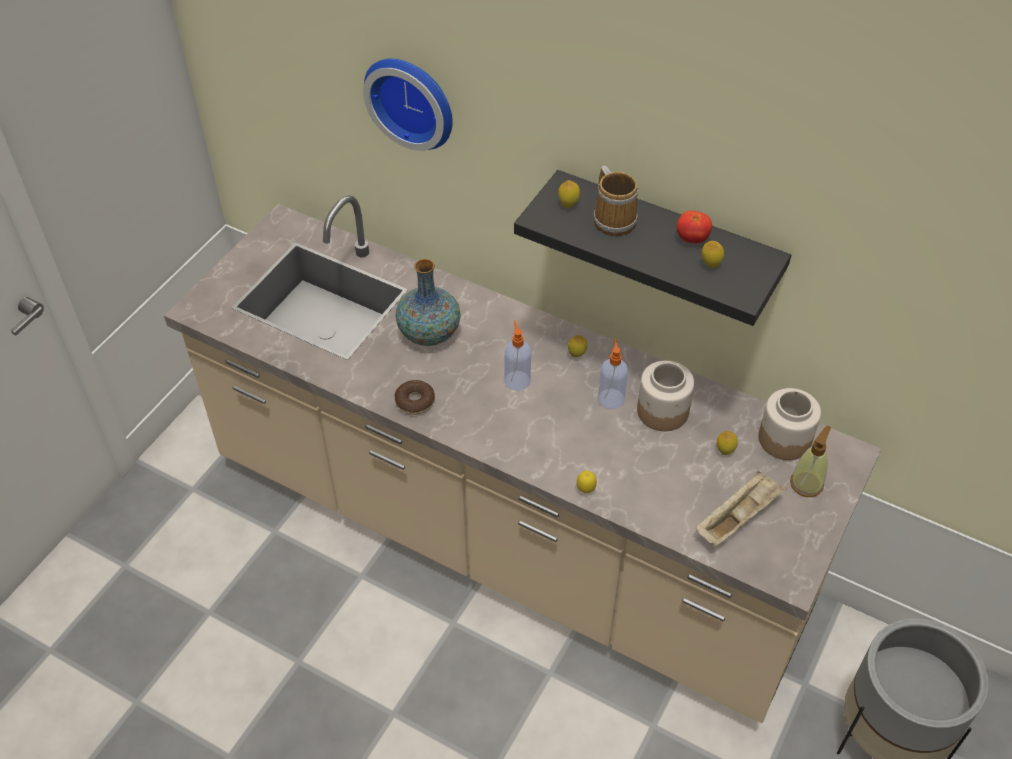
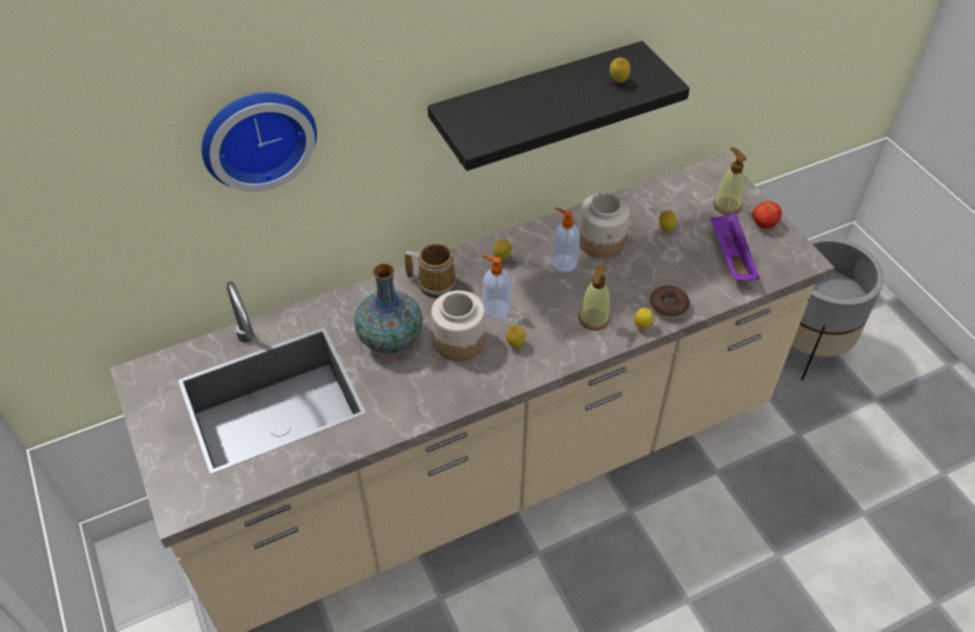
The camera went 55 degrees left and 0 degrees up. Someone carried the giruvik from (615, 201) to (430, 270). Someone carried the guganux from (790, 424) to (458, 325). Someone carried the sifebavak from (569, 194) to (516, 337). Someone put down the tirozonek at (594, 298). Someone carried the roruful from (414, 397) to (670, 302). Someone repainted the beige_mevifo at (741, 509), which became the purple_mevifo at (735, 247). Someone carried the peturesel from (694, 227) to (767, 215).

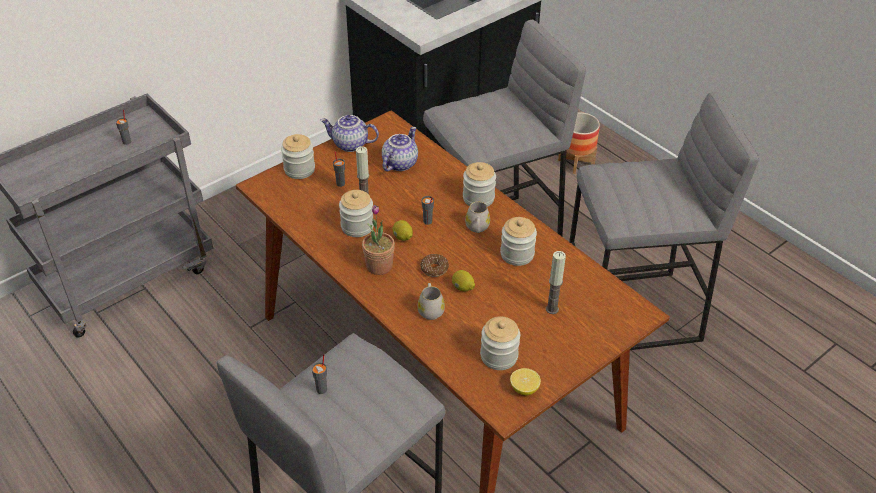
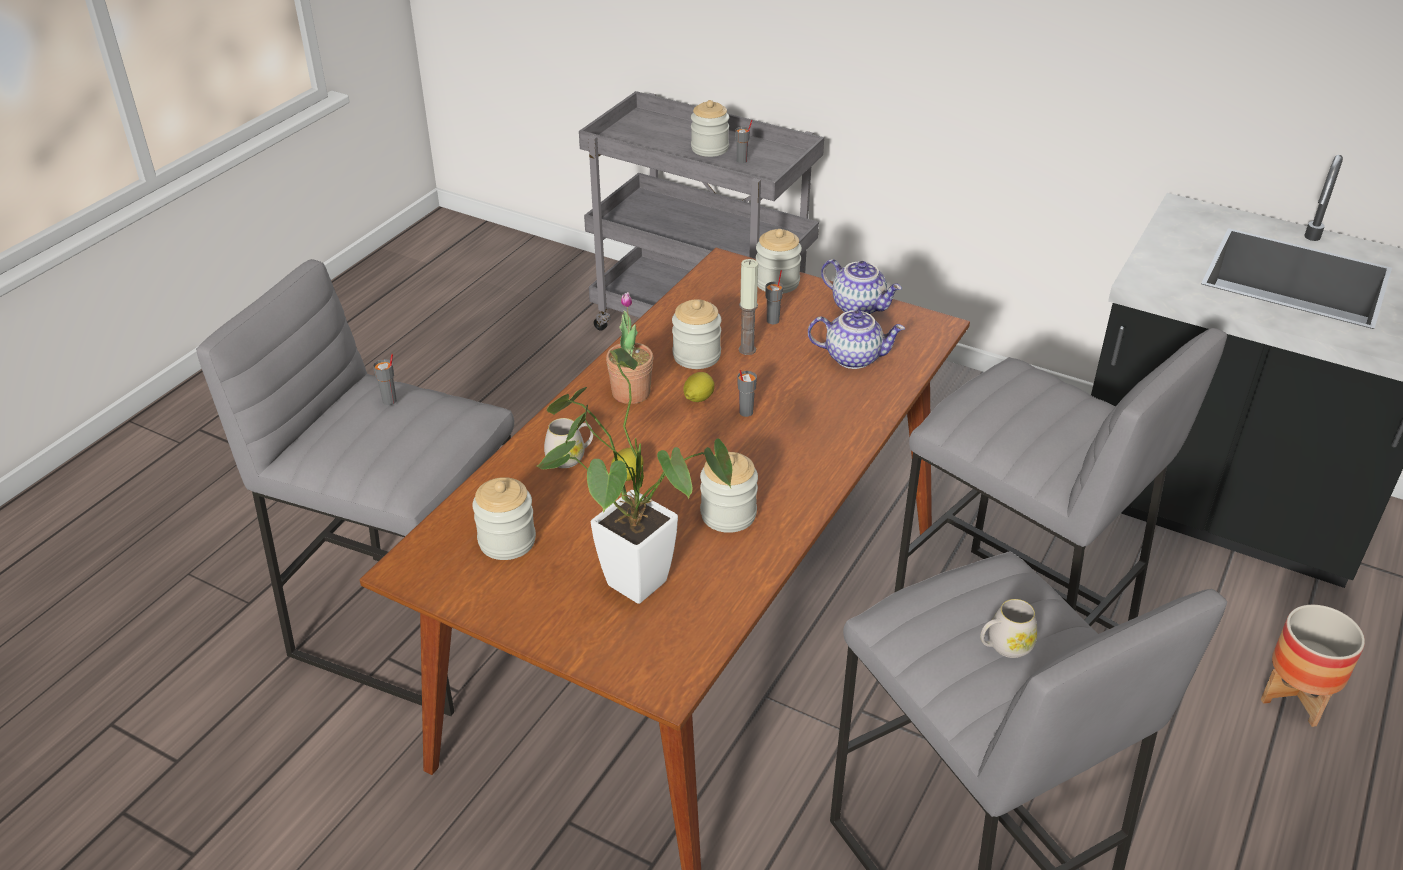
The camera went 70 degrees right and 5 degrees down. Someone swapped the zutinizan at (556, 282) for the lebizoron at (634, 476). Someone carried the guganux from (479, 184) to (710, 128). Someone rotated the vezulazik at (349, 133) by 135 degrees clockwise. Someone carried the white_giruvik from (477, 217) to (1009, 628). Someone took away the roruful at (434, 265). Someone took away the sifebavak at (525, 382).

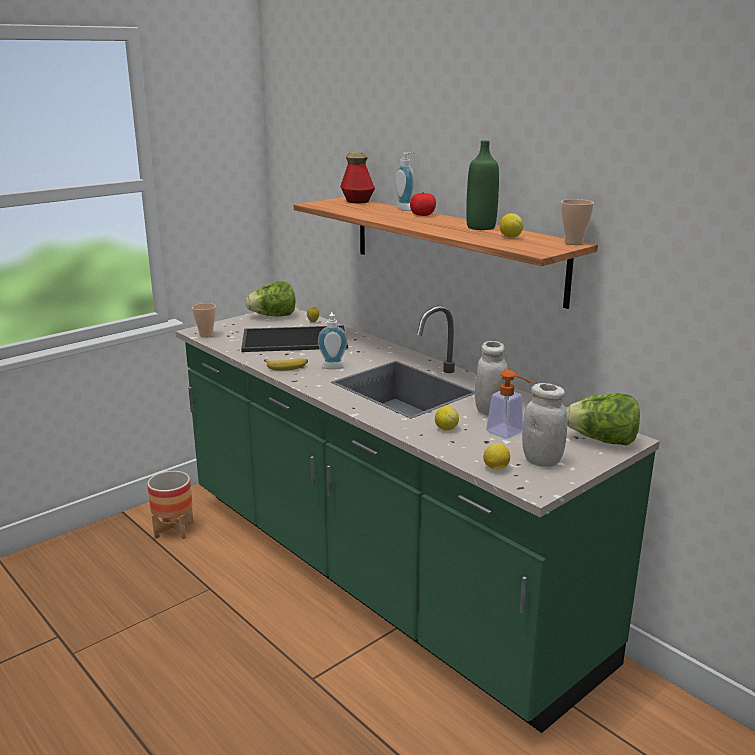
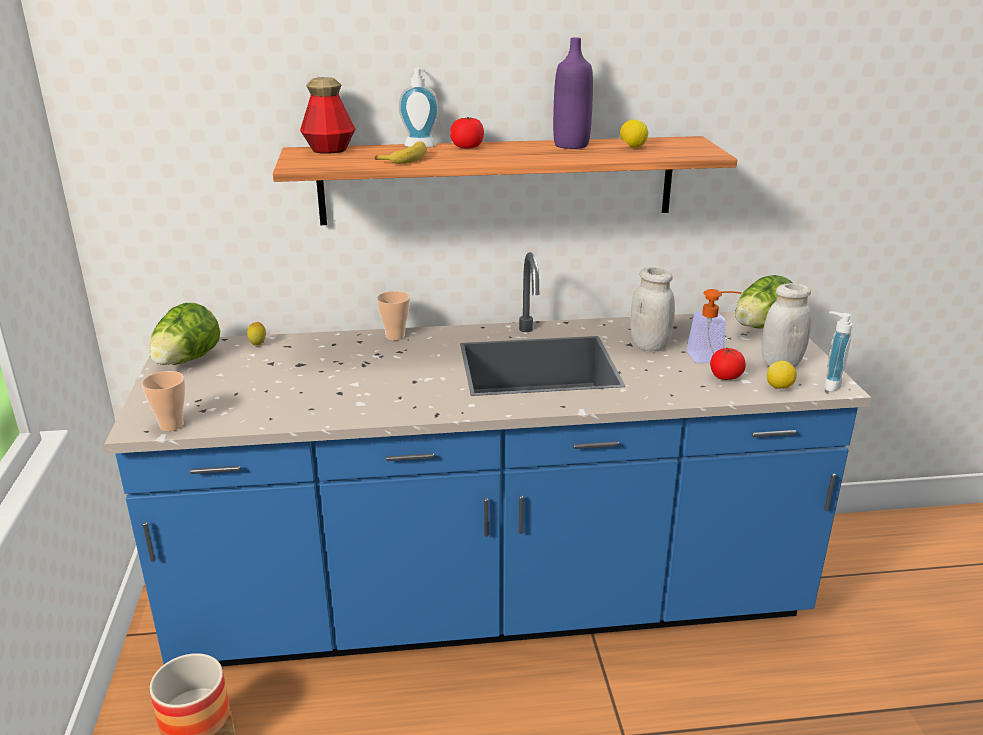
The camera went 55 degrees left and 5 degrees up. Someone repainted the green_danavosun at (417, 519), which became the blue_danavosun at (487, 459). Someone carried the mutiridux from (286, 364) to (400, 153). Someone carried the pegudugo from (577, 222) to (393, 315). Someone repainted the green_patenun at (482, 185), which became the purple_patenun at (573, 93). Someone put down the peturesel at (728, 363). Someone carried the tirozonek from (332, 340) to (838, 351). Someone took away the mevifo at (294, 338). Someone took away the sifebavak at (447, 418).

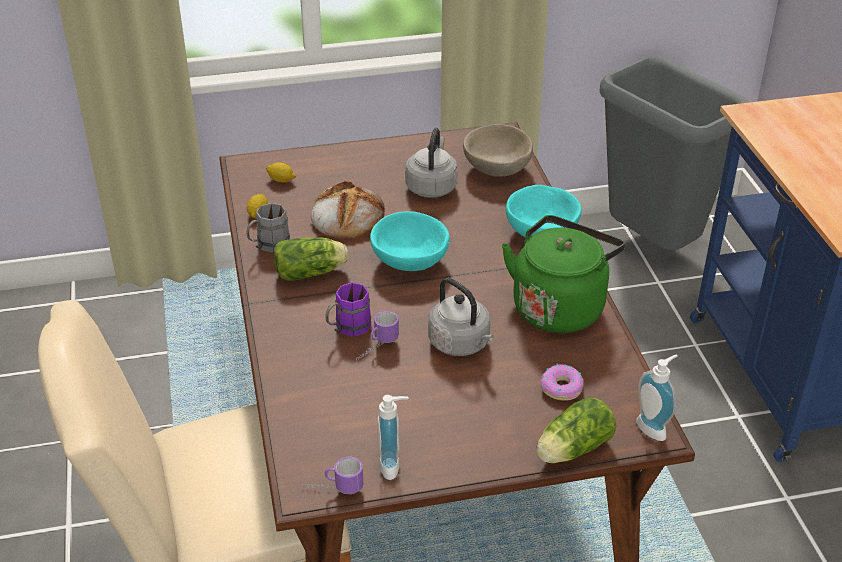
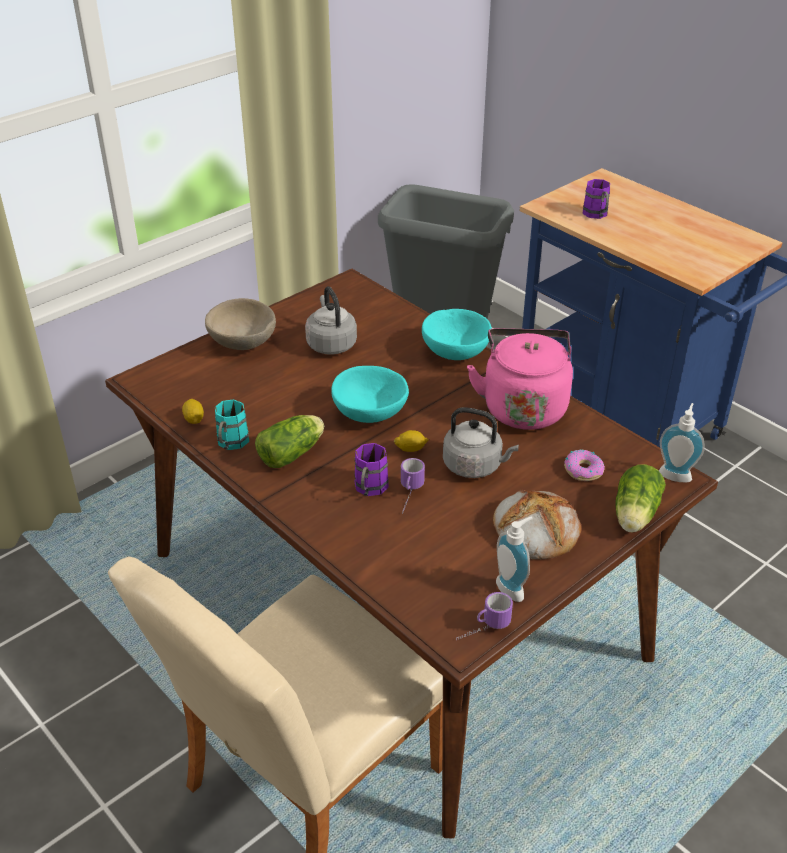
The camera went 30 degrees left and 0 degrees up. Someone carried the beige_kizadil from (498, 150) to (240, 324). Someone repainted the grey_giruvik at (268, 227), which became the turquoise_giruvik at (232, 424). Someone carried the sifebavak from (281, 172) to (411, 441). Someone repainted the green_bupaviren at (563, 274), which became the pink_bupaviren at (520, 379). Someone carried the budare from (348, 210) to (537, 524). Someone put down the purple_giruvik at (596, 199).

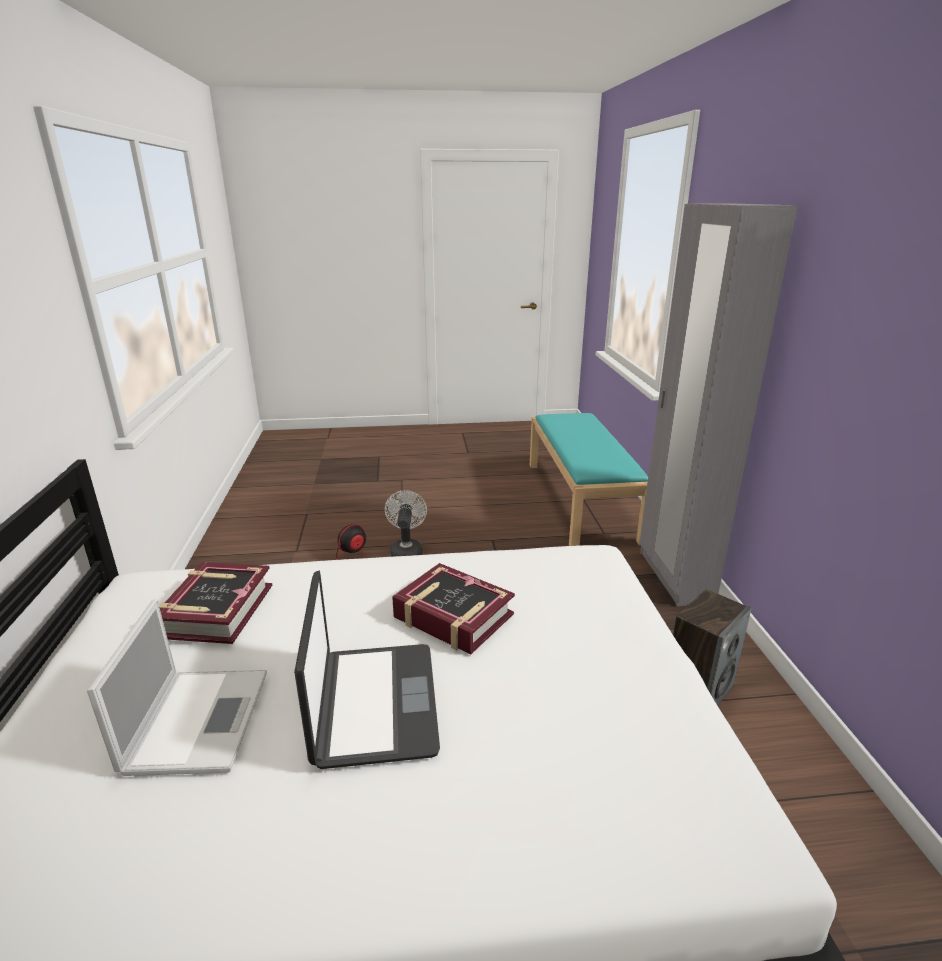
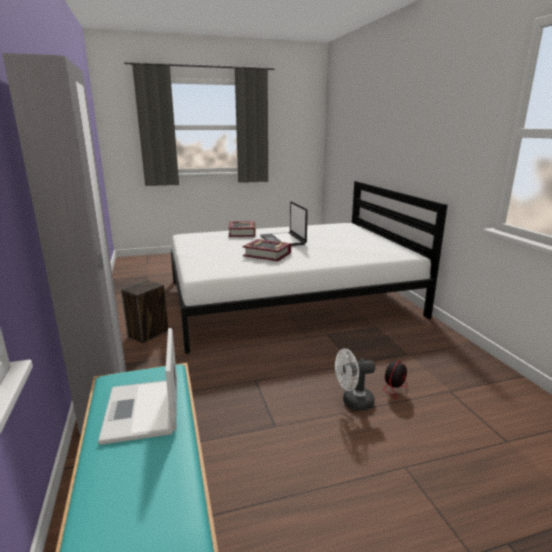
The camera went 170 degrees right and 5 degrees down. Someone carried the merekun from (177, 687) to (137, 386). Someone carried the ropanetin from (215, 603) to (242, 229). Someone rotated the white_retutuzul at (406, 523) by 90 degrees clockwise.

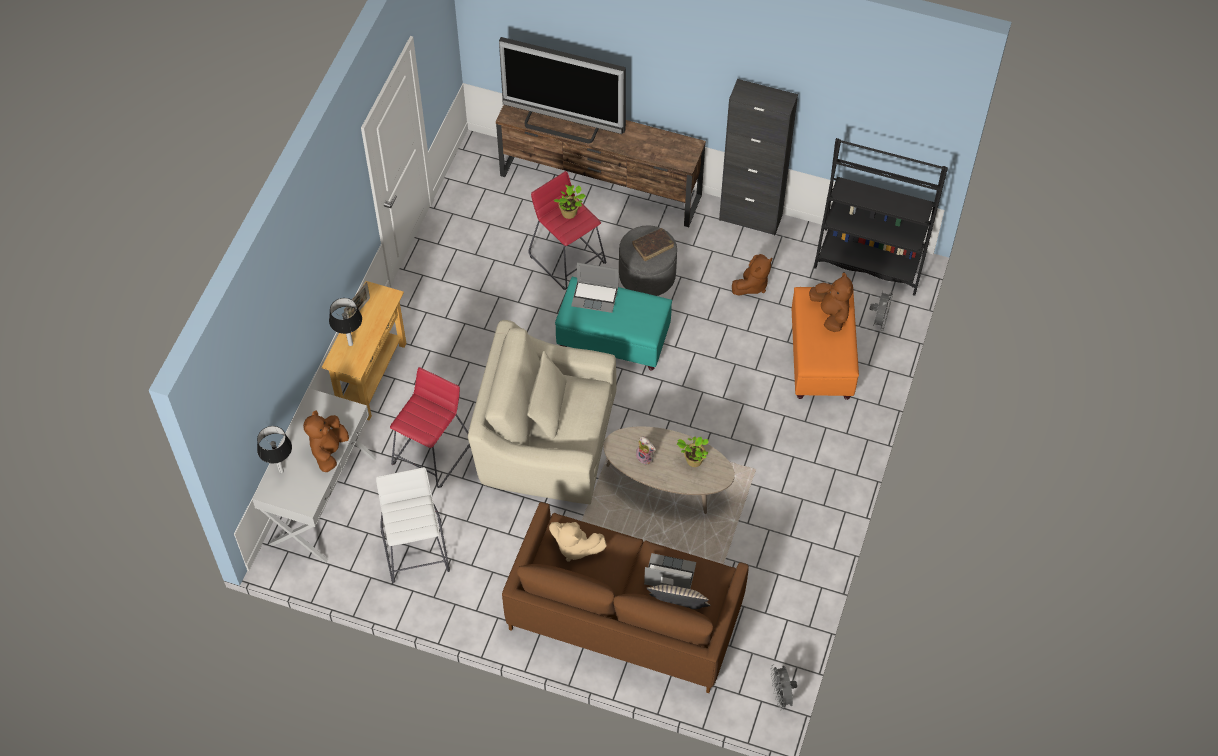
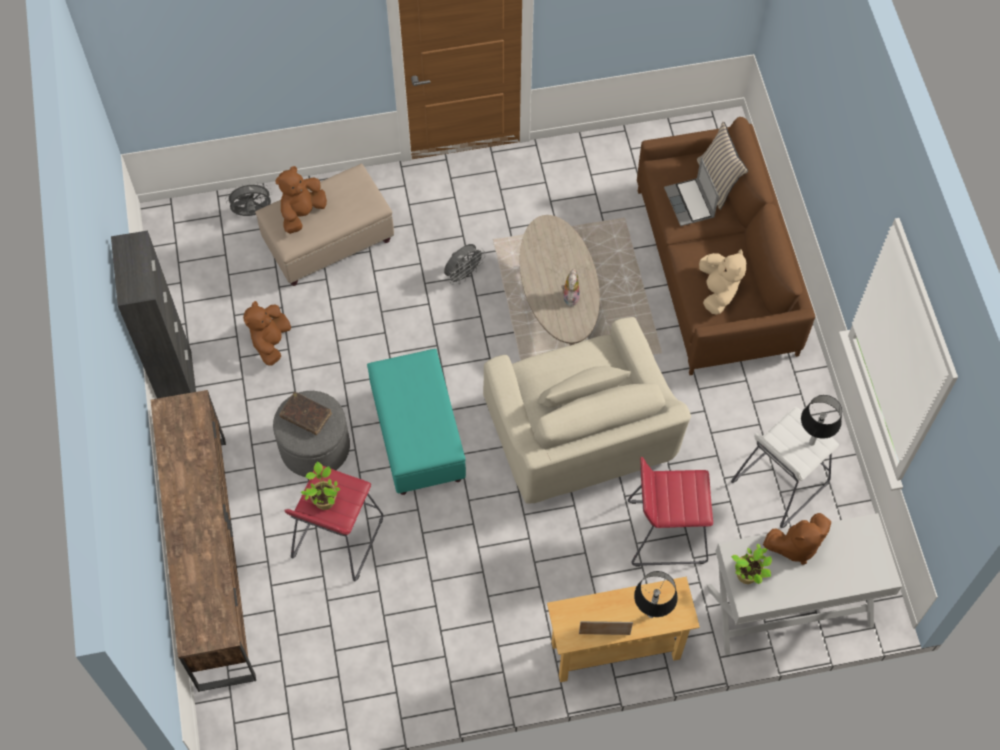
The camera went 120 degrees left and 5 degrees up. Someone rotated the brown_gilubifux at (752, 275) by 90 degrees counterclockwise. Someone repainted the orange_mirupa at (825, 343), which became the beige_mirupa at (324, 224). Someone carried the grey_retutuzul from (783, 687) to (464, 264). Someone carried the lebizoron from (693, 451) to (751, 564). Someone carried the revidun from (274, 449) to (821, 420). Someone took away the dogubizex at (562, 90). Someone took away the merekun at (594, 287). Someone took away the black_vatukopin at (881, 217).

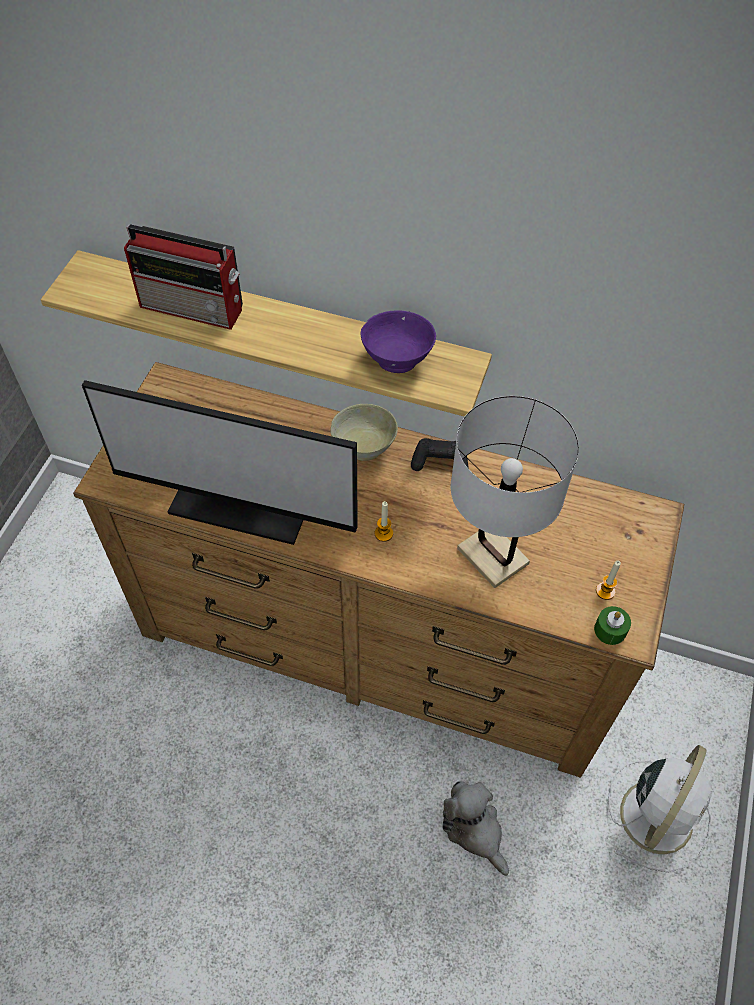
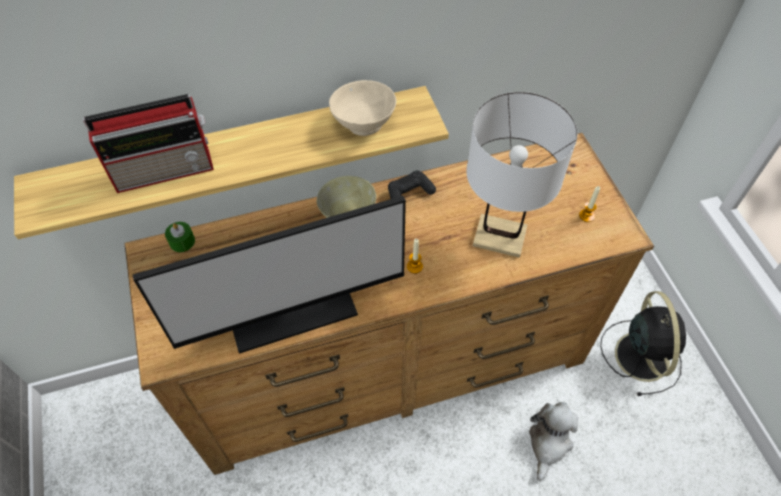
The camera went 35 degrees left and 0 degrees up. Someone carried the green_zutinizan from (612, 625) to (180, 237). Someone repainted the purple_kizadil at (398, 341), which became the beige_kizadil at (362, 108). Someone rotated the gilubifux at (476, 828) by 90 degrees clockwise. Someone repainted the white_retutuzul at (660, 809), which became the black_retutuzul at (643, 343).

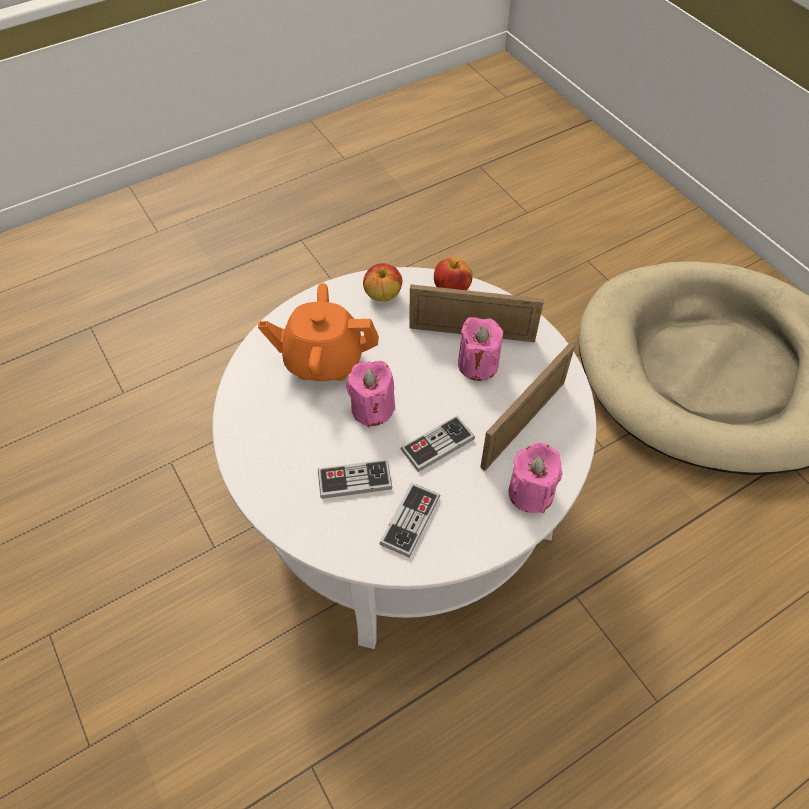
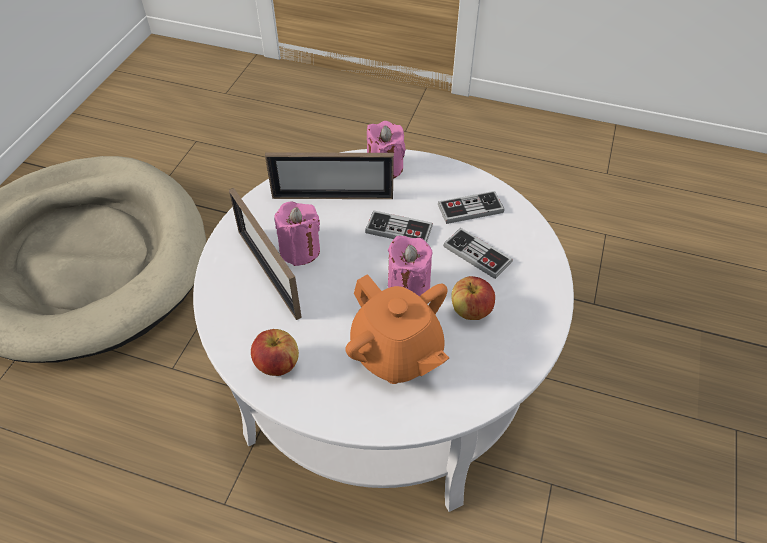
The camera went 130 degrees left and 5 degrees down. Someone carried the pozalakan from (453, 274) to (473, 298).

